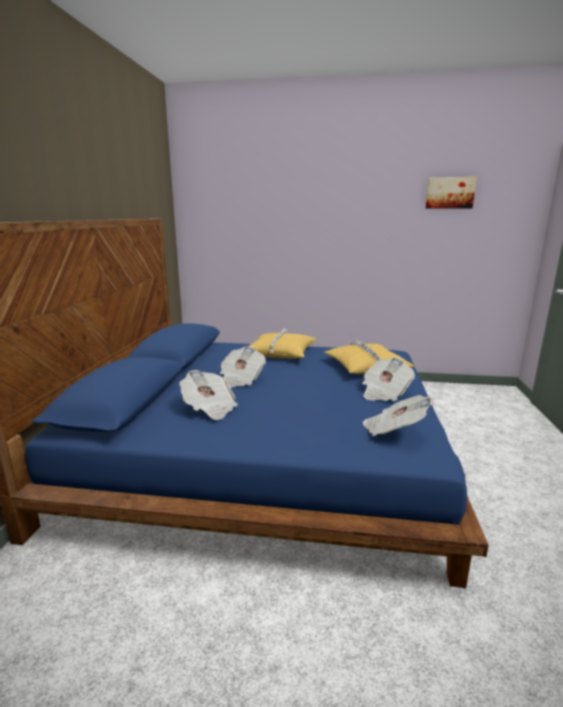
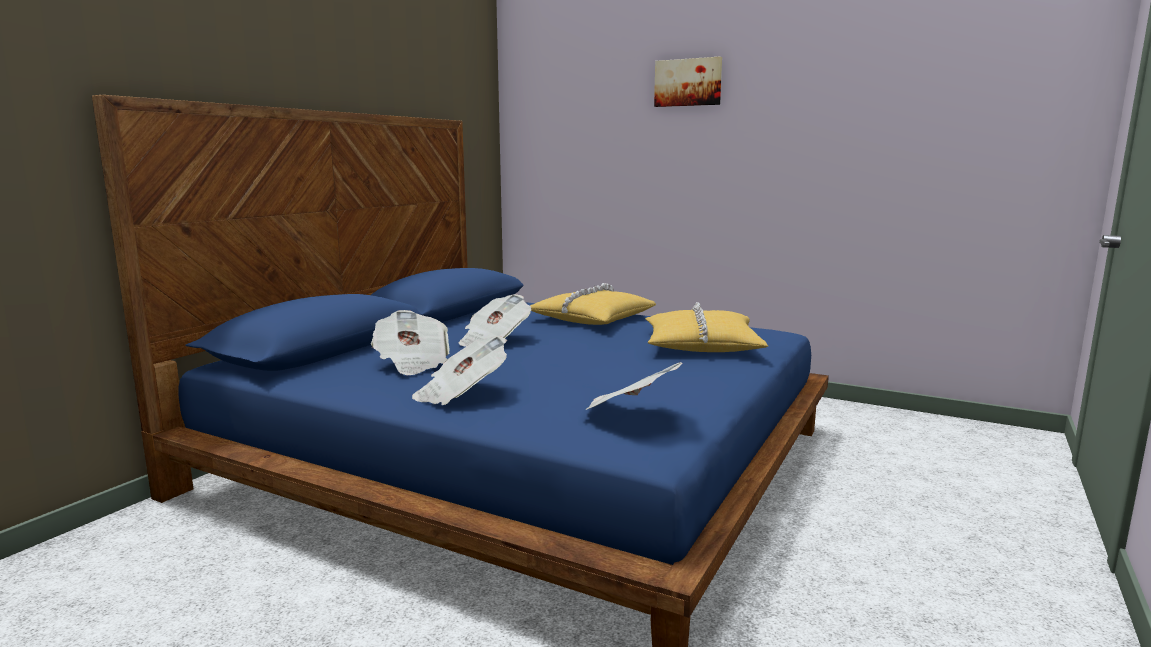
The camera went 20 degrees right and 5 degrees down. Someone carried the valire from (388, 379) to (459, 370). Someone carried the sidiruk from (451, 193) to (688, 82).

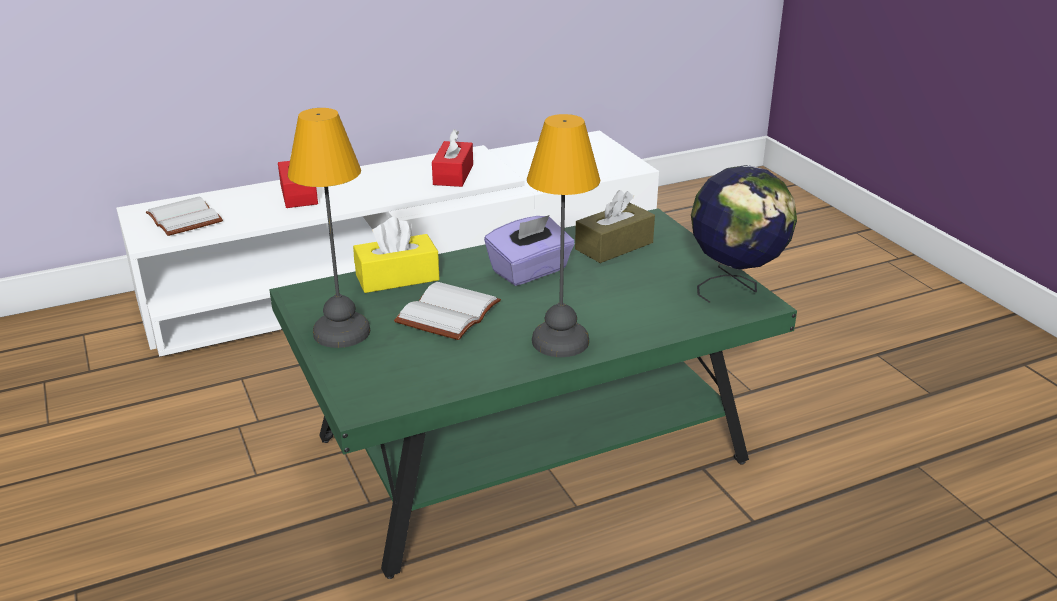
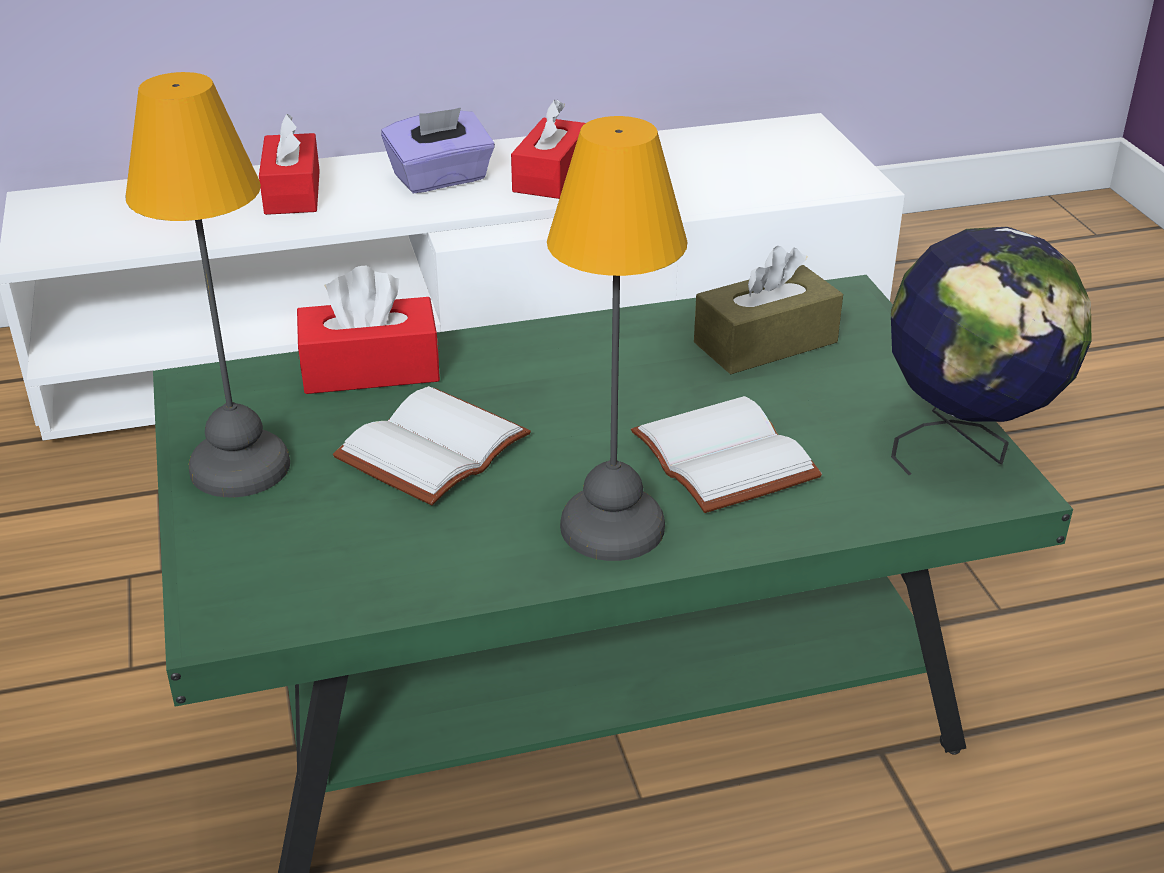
The camera went 10 degrees right and 5 degrees up. Someone repainted the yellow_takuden at (396, 255), which became the red_takuden at (368, 330). Someone carried the purple_takuden from (529, 250) to (438, 150). Someone carried the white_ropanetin from (184, 216) to (726, 454).

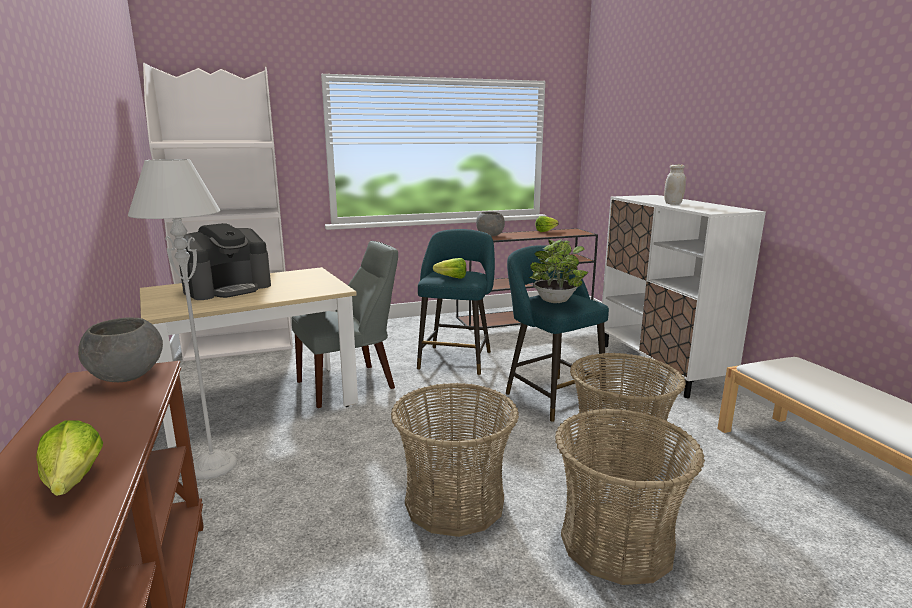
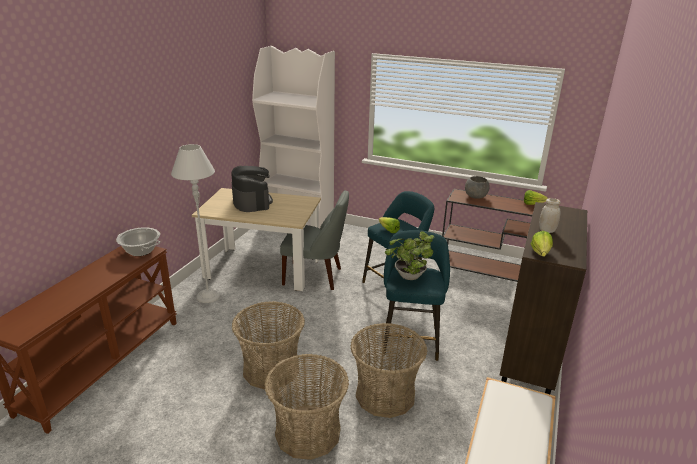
The camera went 40 degrees right and 10 degrees up. Someone swapped the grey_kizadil at (120, 349) for the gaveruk at (138, 241). Someone rotated the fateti at (225, 261) by 105 degrees counterclockwise. Someone repainted the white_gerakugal at (684, 296), which became the brown_gerakugal at (543, 298). Someone carried the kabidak from (69, 458) to (542, 244).

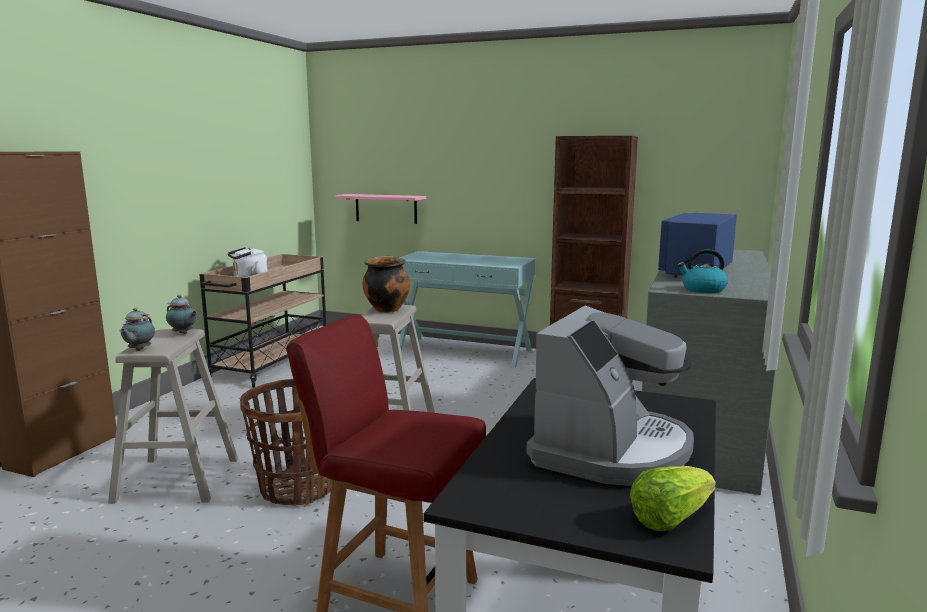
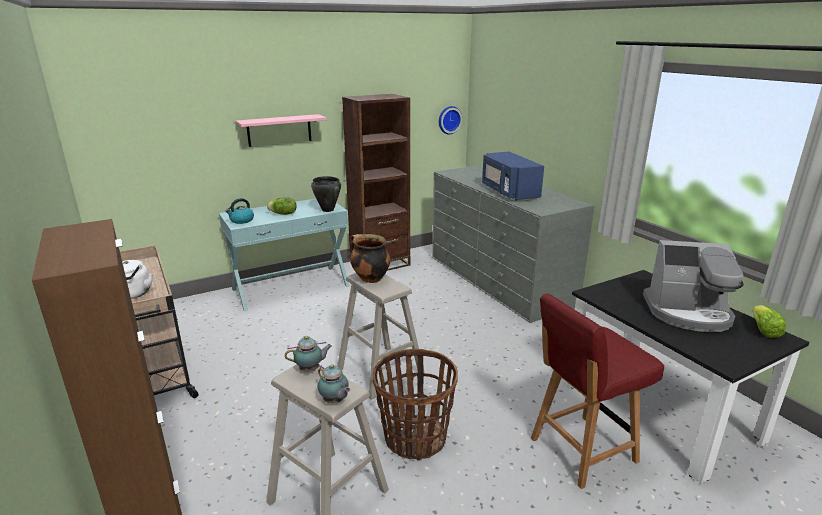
The camera went 50 degrees left and 10 degrees up. Someone carried the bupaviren from (702, 271) to (239, 211). Someone carried the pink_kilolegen from (380, 209) to (281, 130). Someone put down the kabidak at (282, 206). Someone put down the black_gaveruk at (326, 194). Someone put up the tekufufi at (450, 120). Someone rotated the fateti at (610, 396) by 120 degrees clockwise.

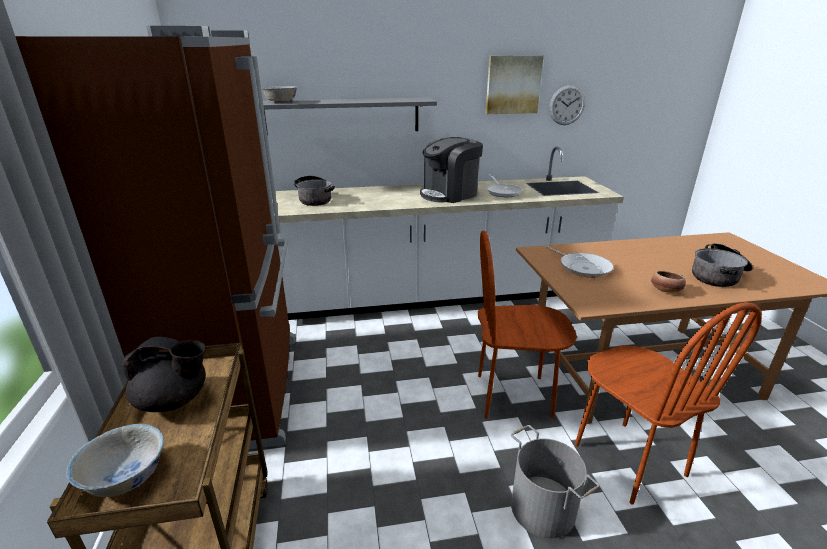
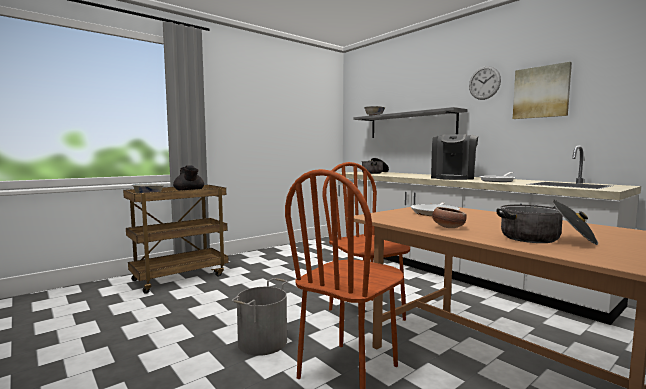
The camera went 60 degrees right and 20 degrees down. Someone rotated the fateti at (451, 170) by 90 degrees counterclockwise. Someone carried the tekufufi from (567, 105) to (485, 83). Someone took away the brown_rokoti at (155, 237).

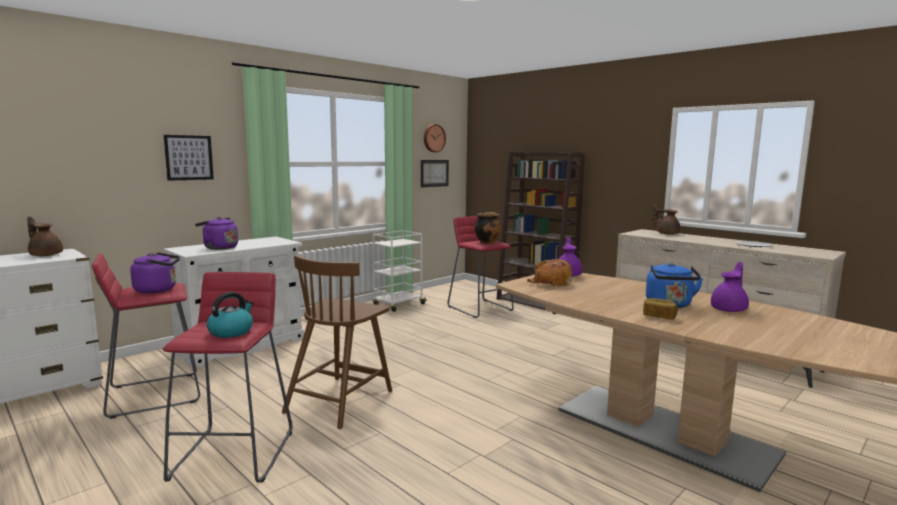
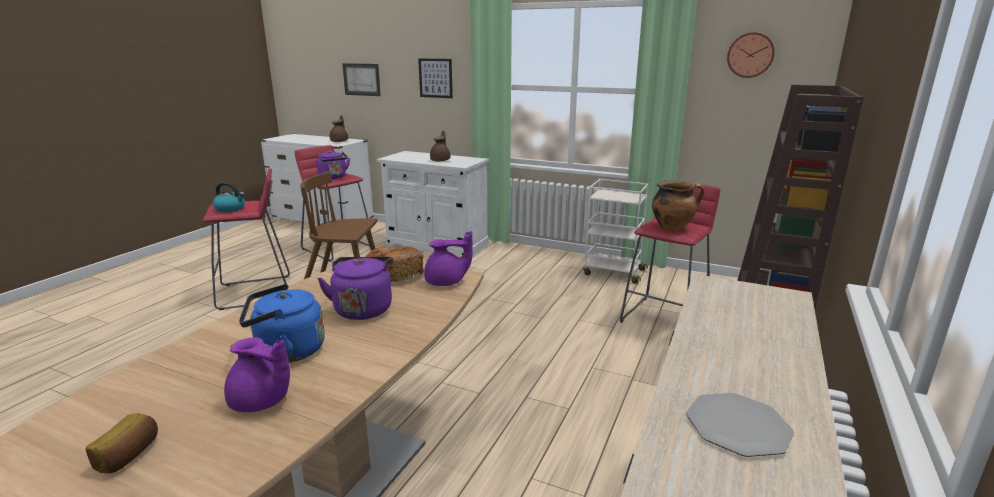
The camera went 70 degrees right and 10 degrees up. Someone carried the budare from (660, 309) to (121, 443). Someone carried the purple_bupaviren from (216, 233) to (355, 288). Someone carried the sidiruk from (435, 173) to (361, 79). Someone carried the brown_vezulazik from (666, 219) to (440, 145).

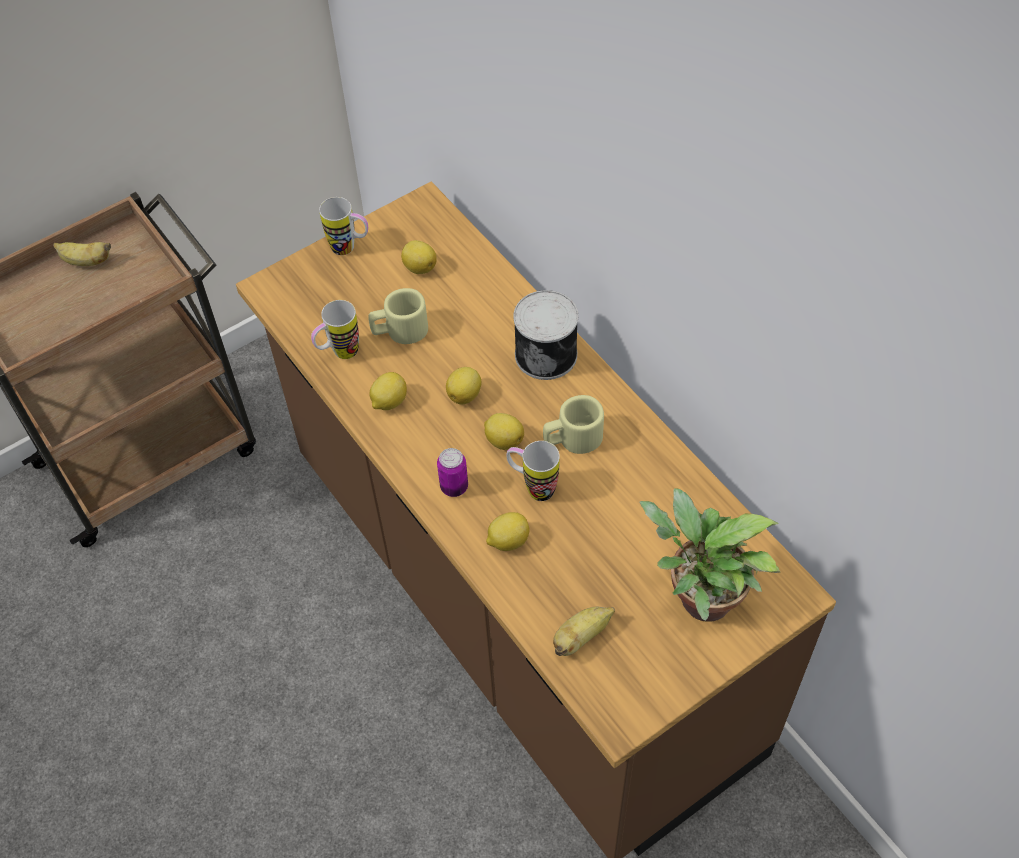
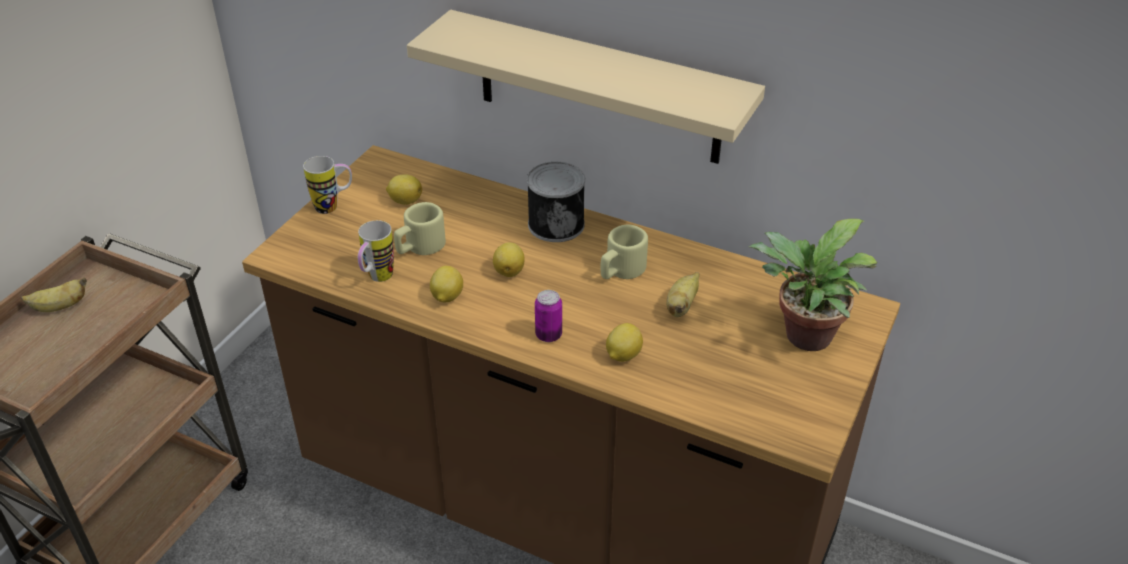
The camera went 30 degrees left and 15 degrees down. Someone put up the beige_kilolegen at (586, 87). Someone carried the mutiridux from (584, 631) to (683, 294). Someone took away the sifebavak at (504, 431). Someone took away the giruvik at (533, 471).

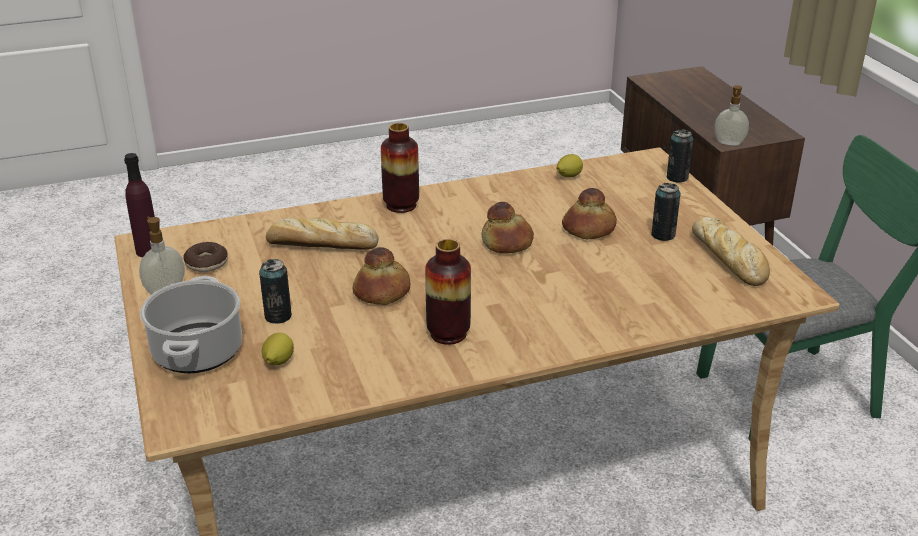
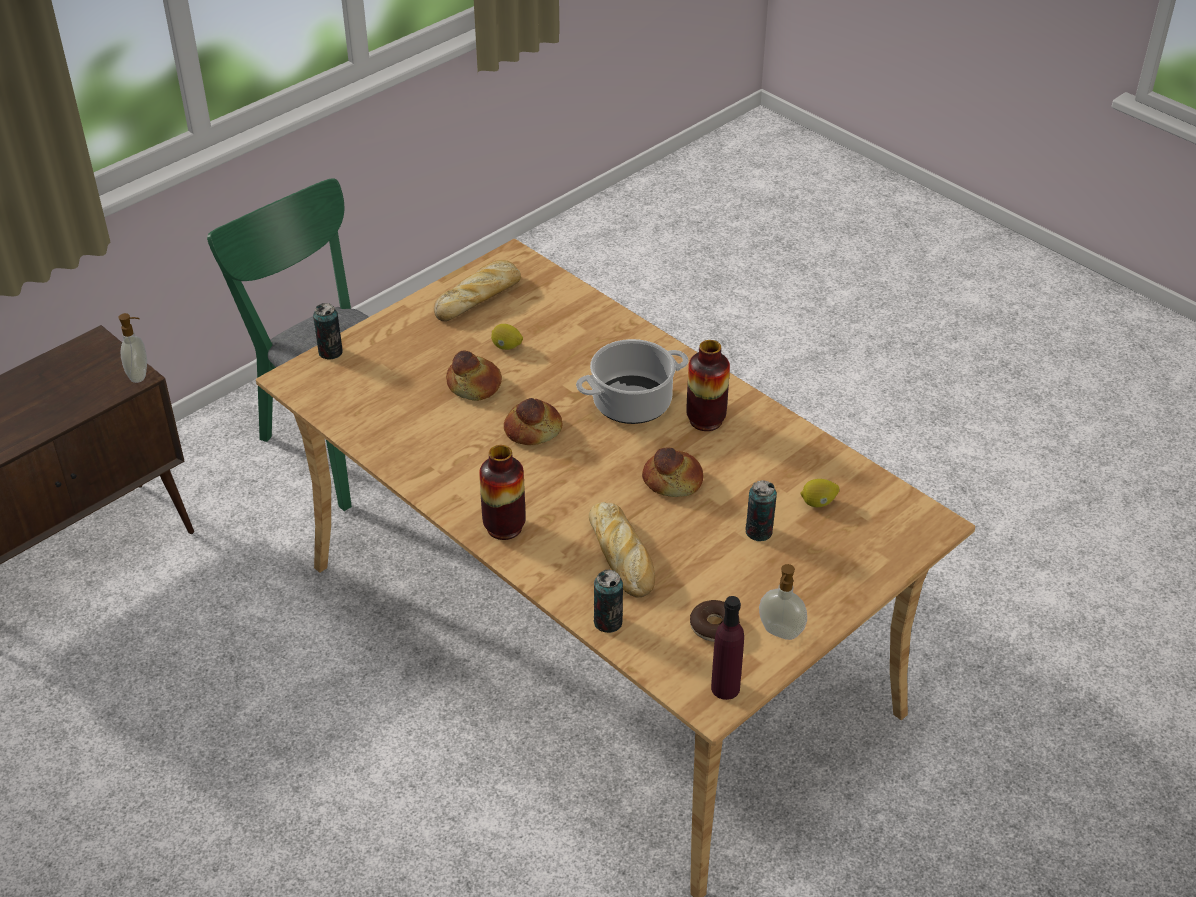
The camera went 115 degrees left and 10 degrees up. Someone carried the sifebavak from (569, 166) to (507, 337). Someone carried the gaveruk from (191, 324) to (632, 381). Someone carried the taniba from (666, 212) to (608, 601).

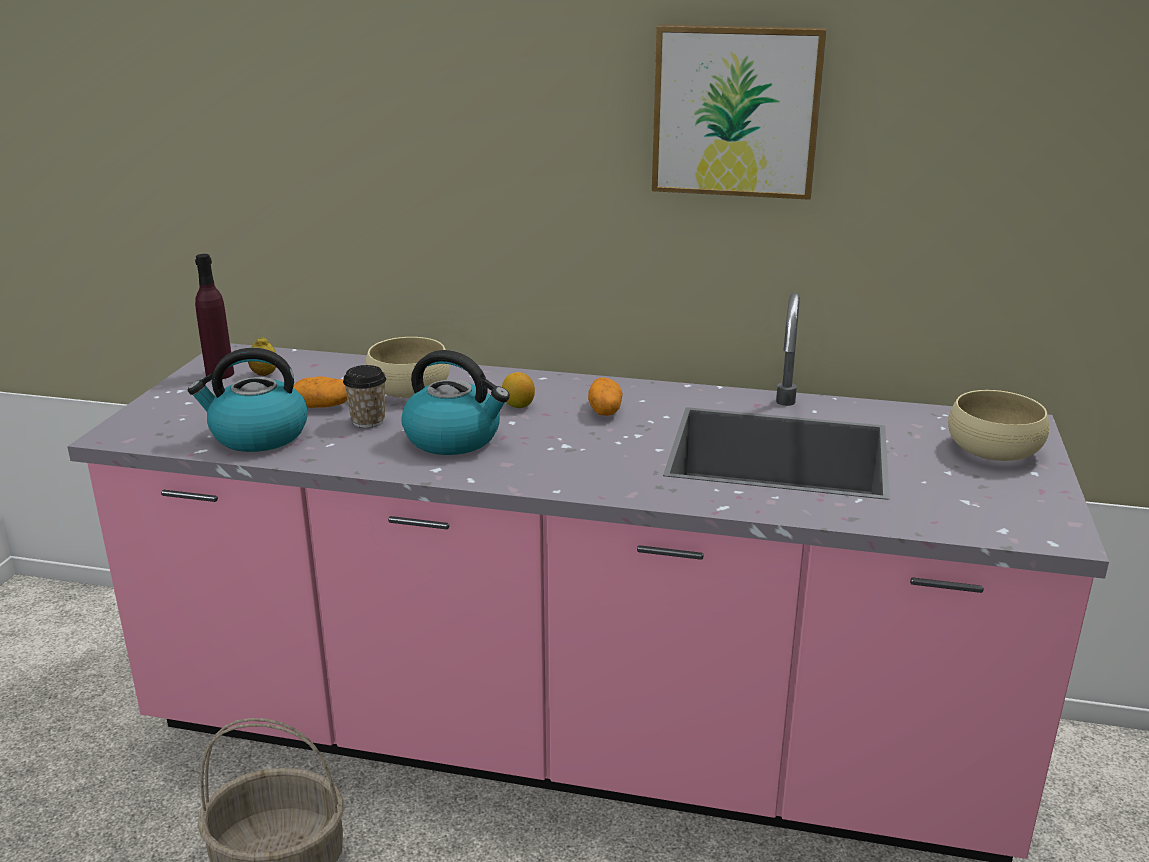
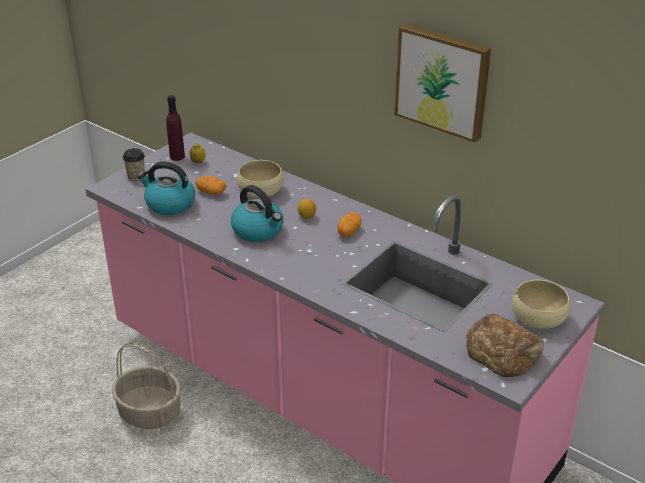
The camera went 25 degrees right and 10 degrees up. Someone carried the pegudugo from (364, 396) to (134, 164). Someone put down the budare at (505, 345).

